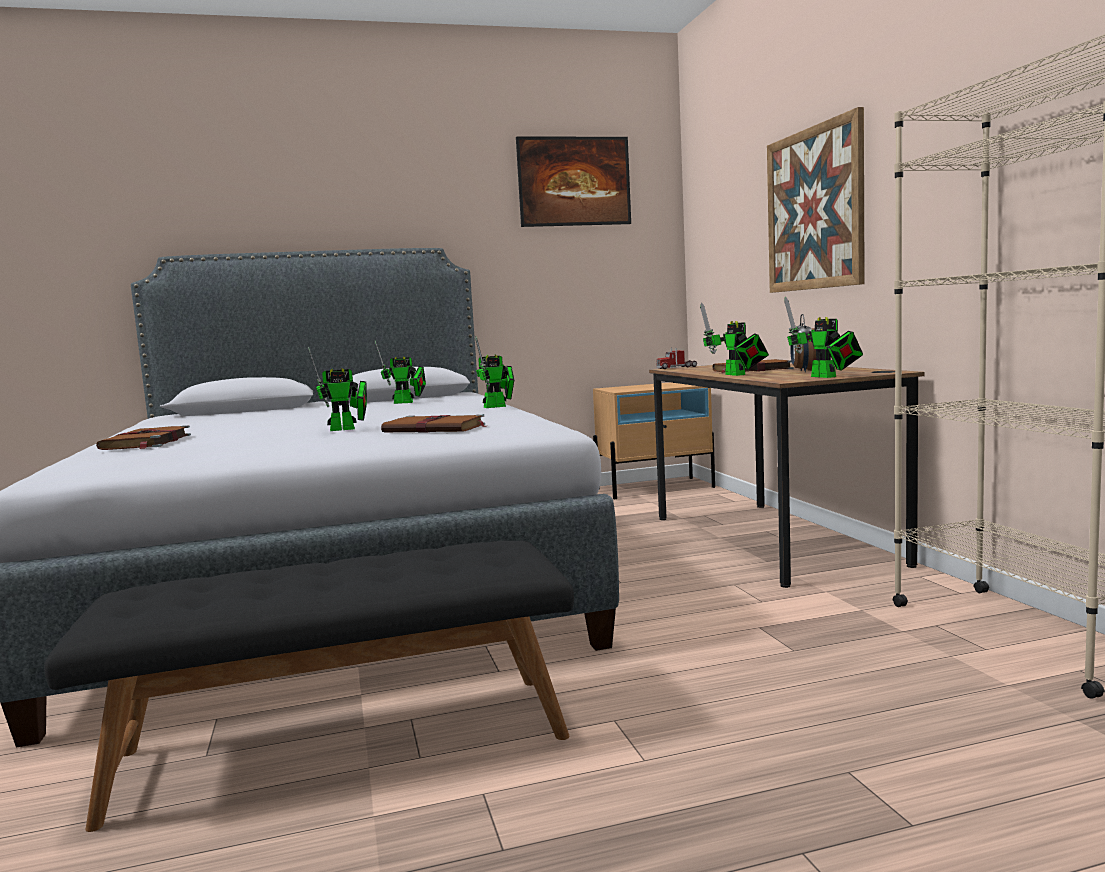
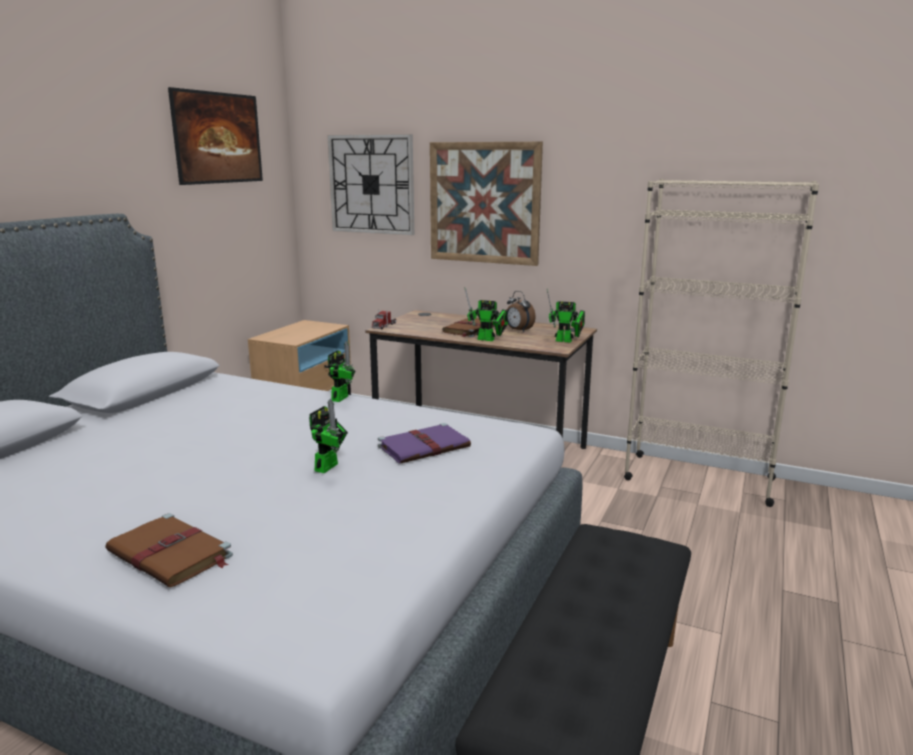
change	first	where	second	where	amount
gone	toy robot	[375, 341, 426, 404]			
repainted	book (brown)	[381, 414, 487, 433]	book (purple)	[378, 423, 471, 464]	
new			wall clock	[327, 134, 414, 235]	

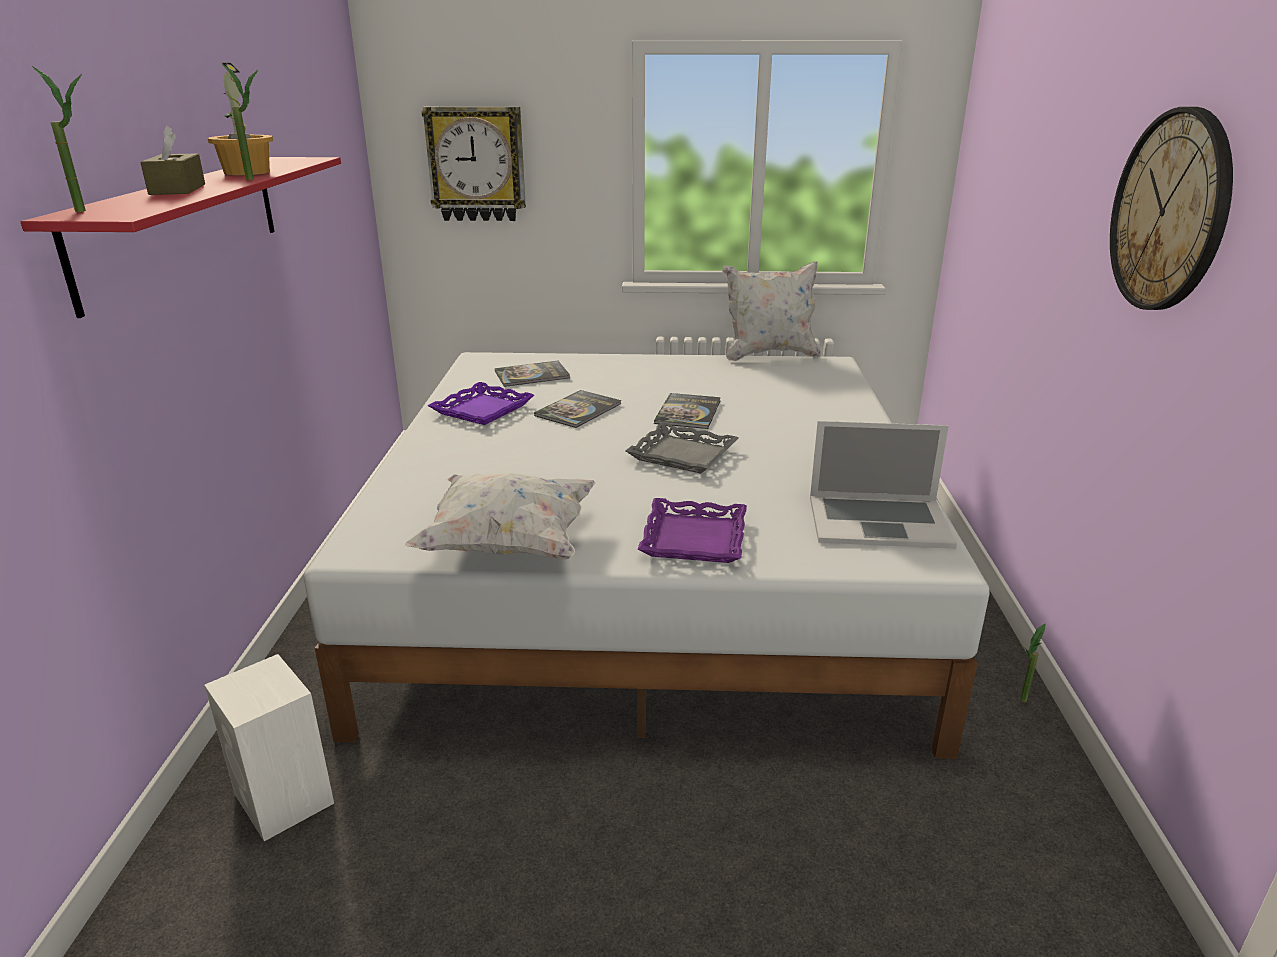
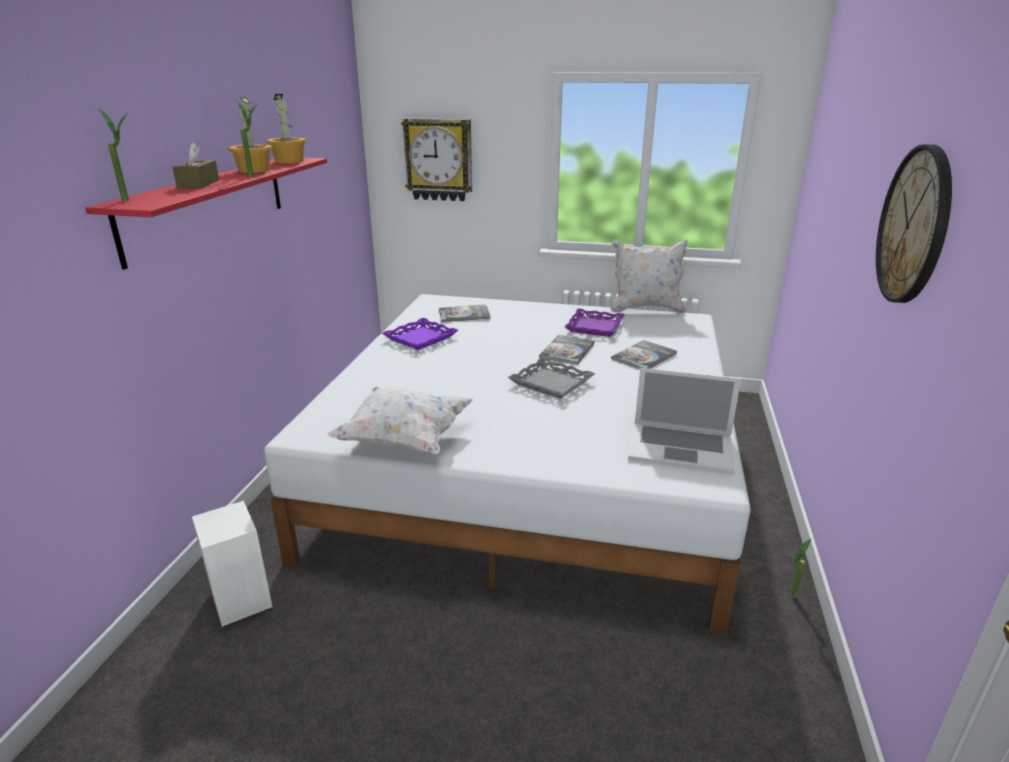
change	first	where	second	where	amount
shifted	book	[534, 390, 621, 428]		[611, 340, 677, 369]	
shifted	tray (purple)	[637, 498, 747, 563]		[565, 308, 625, 337]	
new			potted plant	[267, 94, 306, 163]	

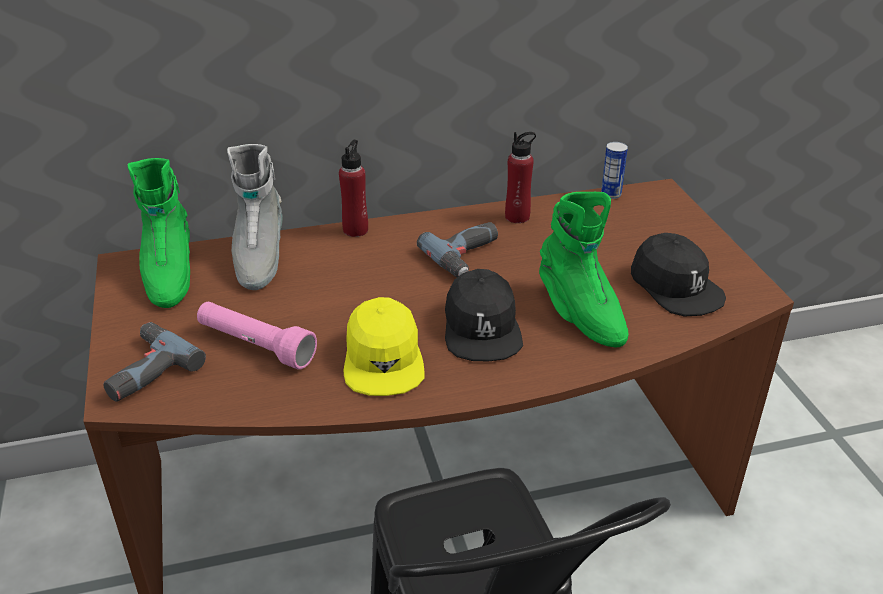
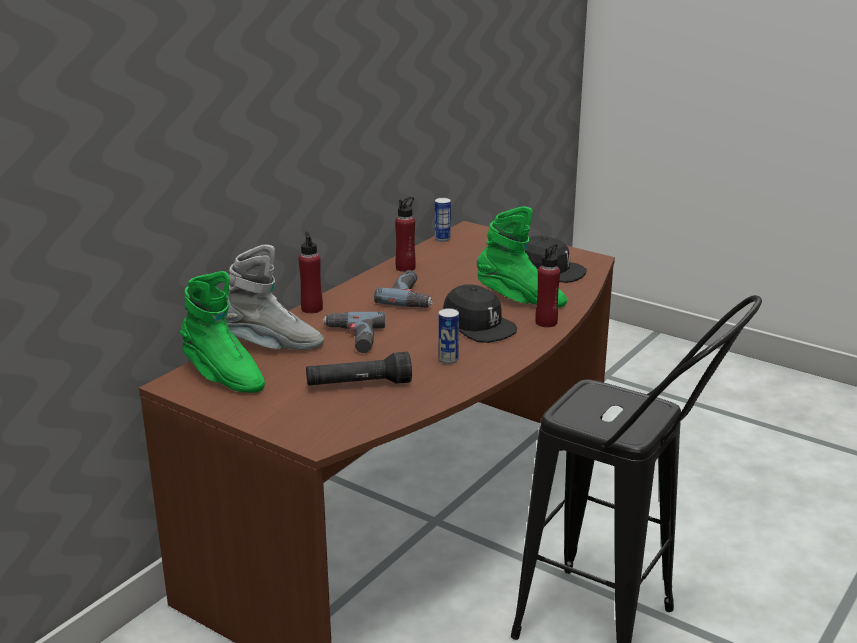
change	first	where	second	where	amount
shifted	power drill	[103, 322, 206, 402]		[323, 312, 385, 353]	
repainted	flashlight (pink)	[197, 302, 317, 370]	flashlight (black)	[306, 352, 412, 386]	
rotated	boot (grey)	[227, 144, 283, 290]		[225, 245, 324, 350]	45 degrees counterclockwise
swapped	cap (yellow)	[343, 297, 425, 396]	can	[438, 308, 459, 364]	
new			bottle (red)	[535, 244, 560, 327]	

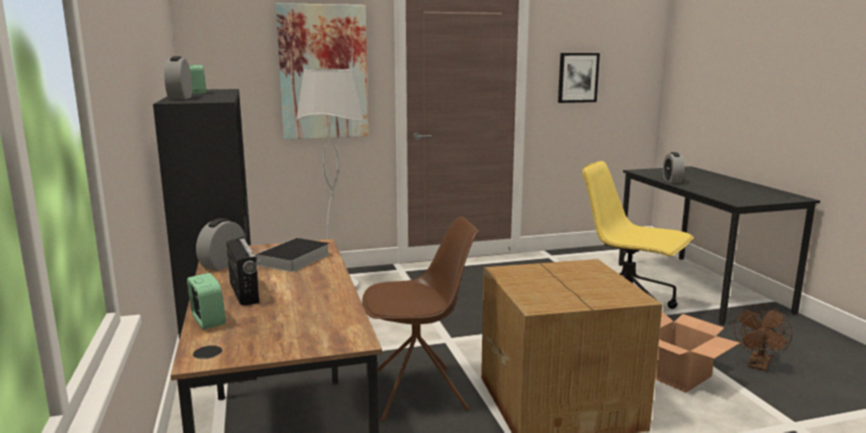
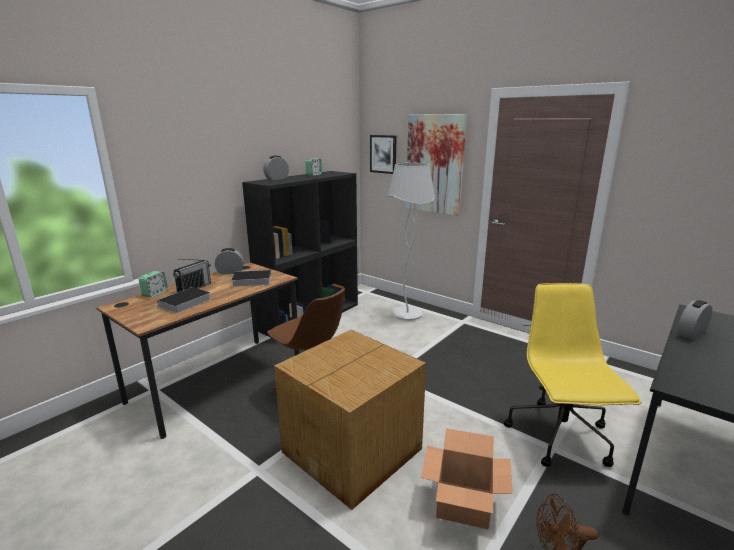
change	first	where	second	where	amount
shifted	picture	[558, 53, 600, 103]		[370, 135, 397, 174]	
new			book	[152, 287, 211, 313]	

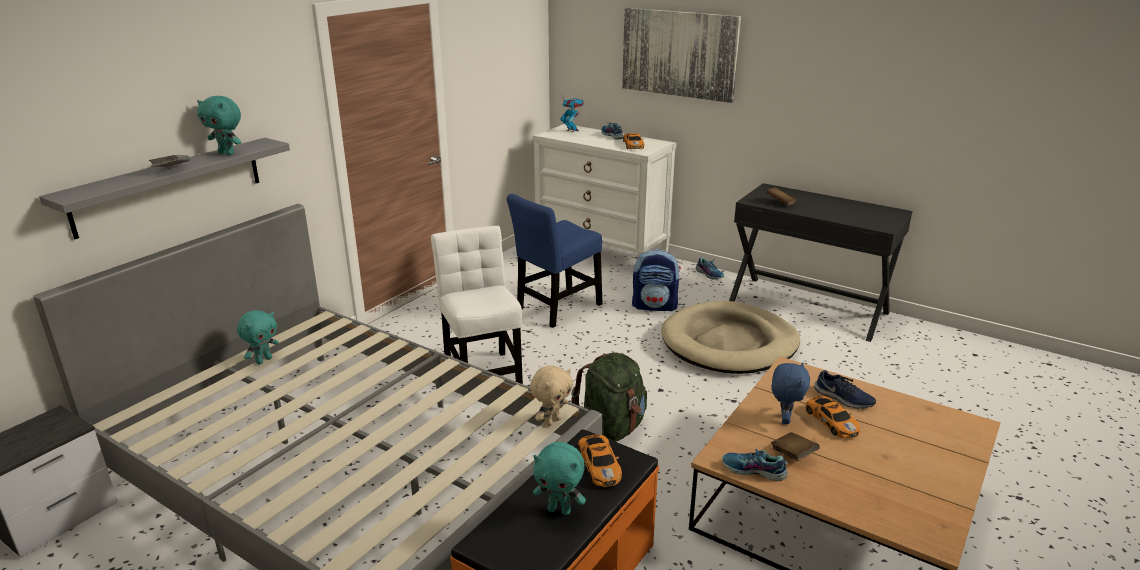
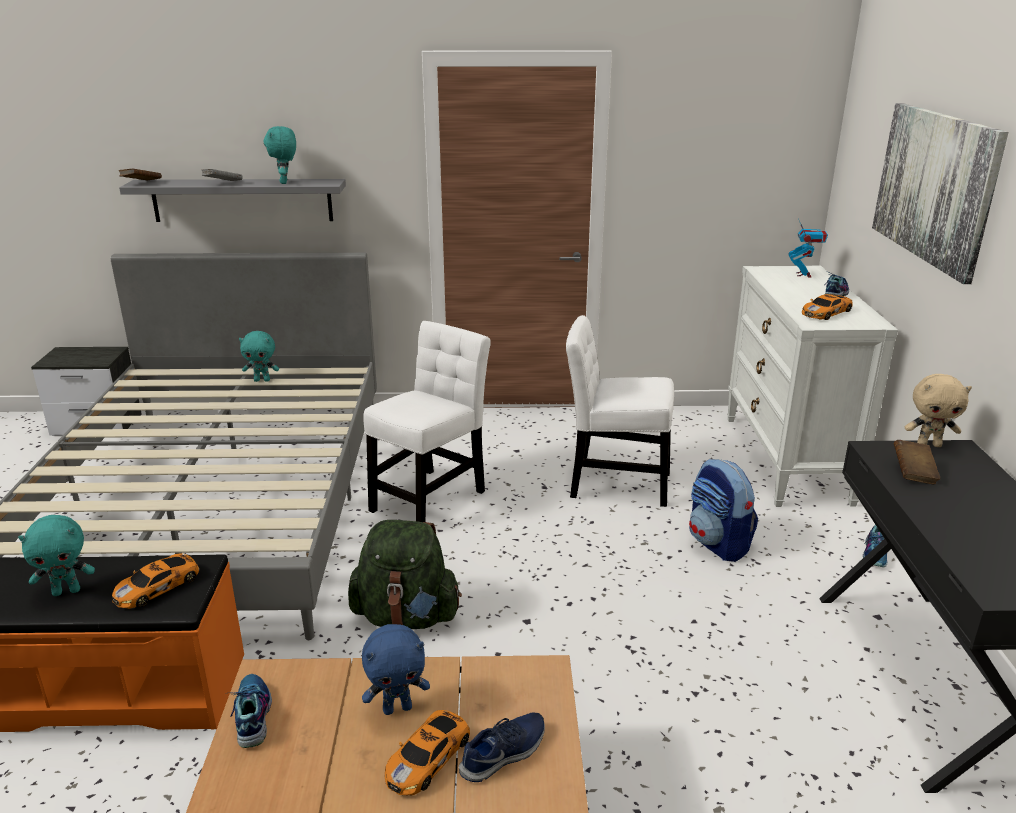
change	first	where	second	where	amount
repainted	chair (blue)	[507, 194, 603, 328]	chair (white)	[566, 315, 674, 507]	
shifted	plush toy (beige)	[530, 366, 573, 426]		[905, 374, 972, 447]	
rotated	plush toy (turquoise)	[533, 442, 586, 515]		[18, 515, 95, 596]	90 degrees counterclockwise
gone	dog bed (beige)	[661, 301, 800, 374]			
shifted	book (brown)	[771, 432, 820, 461]		[119, 169, 162, 180]	
rotated	shoe (blue)	[814, 370, 876, 409]		[459, 713, 545, 782]	135 degrees counterclockwise

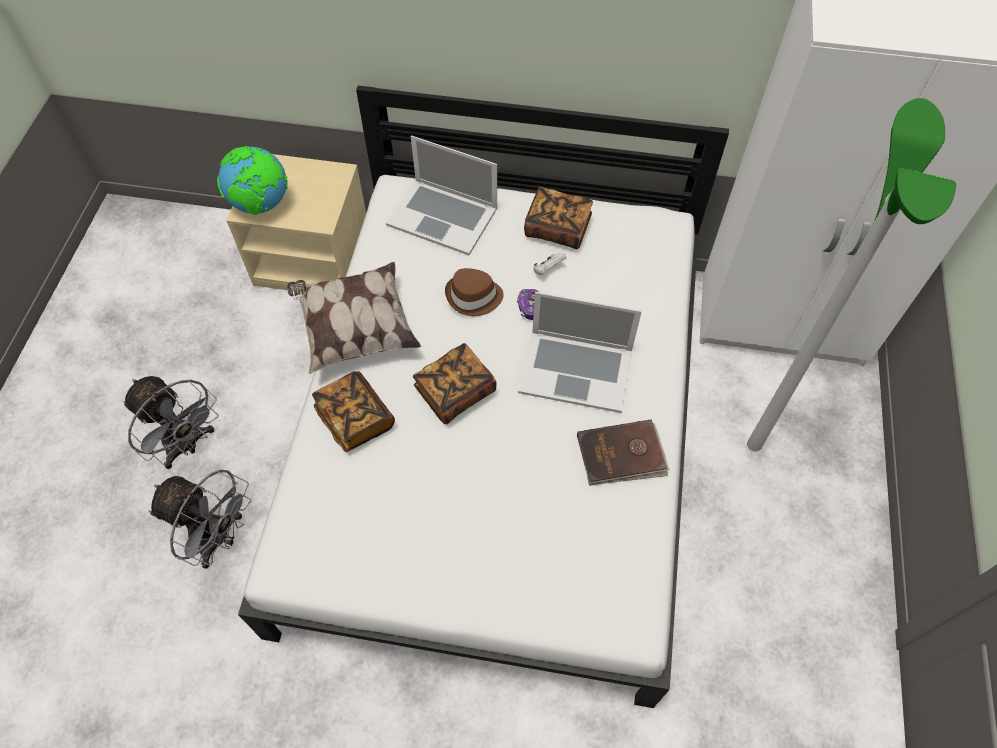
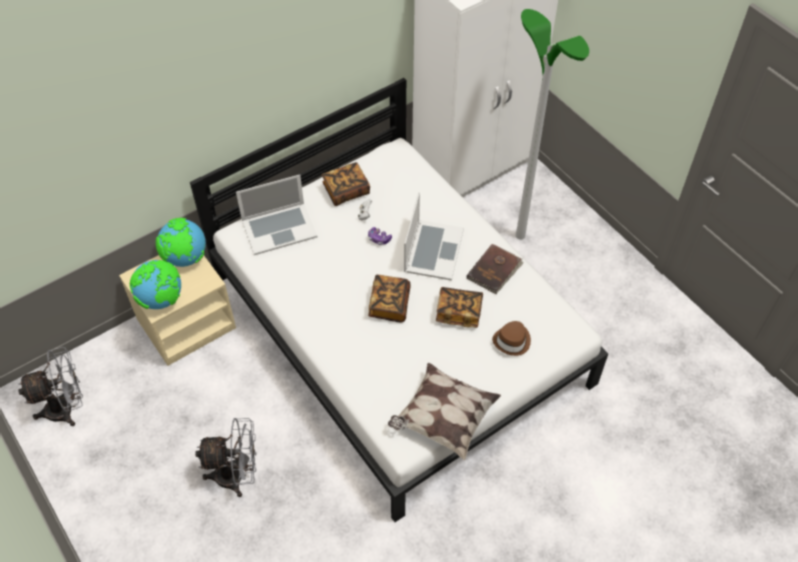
change	first	where	second	where	amount
shifted	fan (grey)	[149, 470, 252, 569]		[18, 347, 83, 426]	
shifted	pillow	[287, 262, 421, 374]		[388, 363, 501, 460]	
shifted	book	[312, 371, 395, 452]		[436, 287, 483, 328]	
shifted	hat (brown)	[445, 268, 504, 316]		[492, 321, 531, 356]	
rotated	laptop	[518, 292, 642, 413]		[404, 192, 464, 281]	45 degrees counterclockwise
new			globe	[156, 218, 206, 267]	

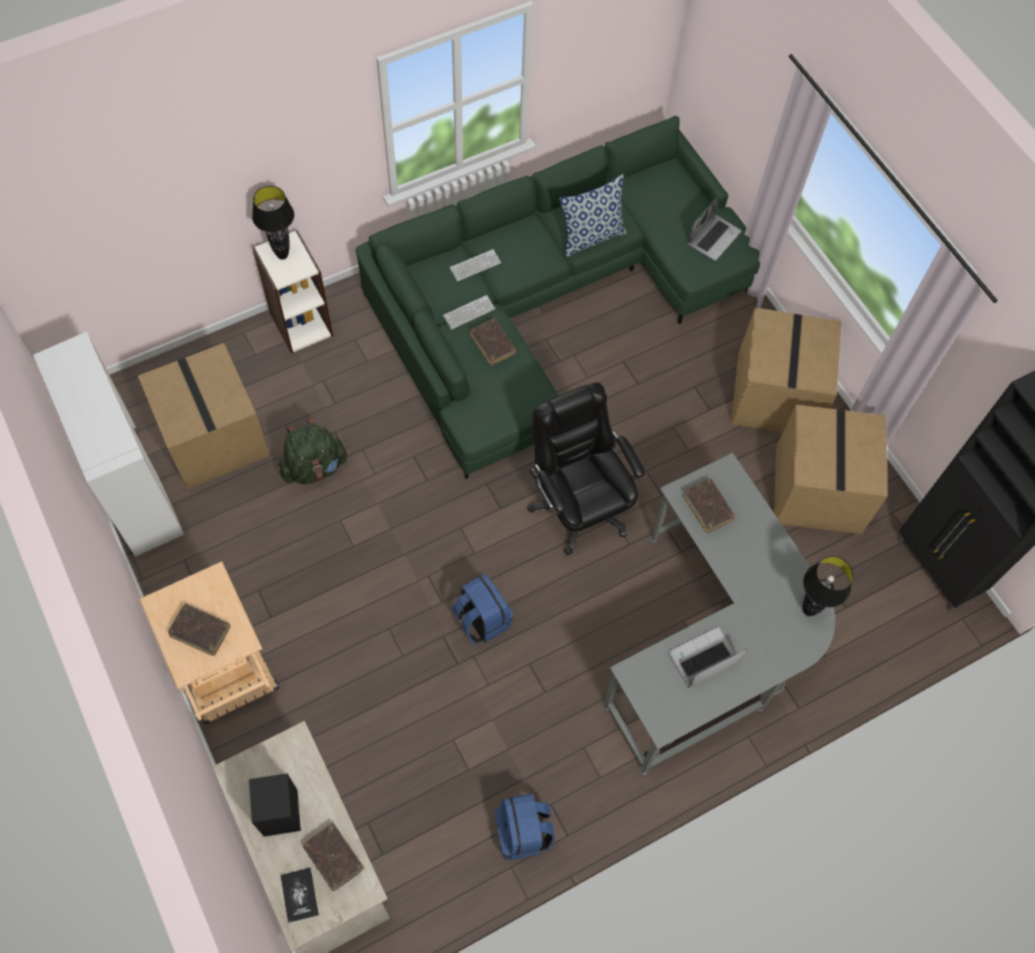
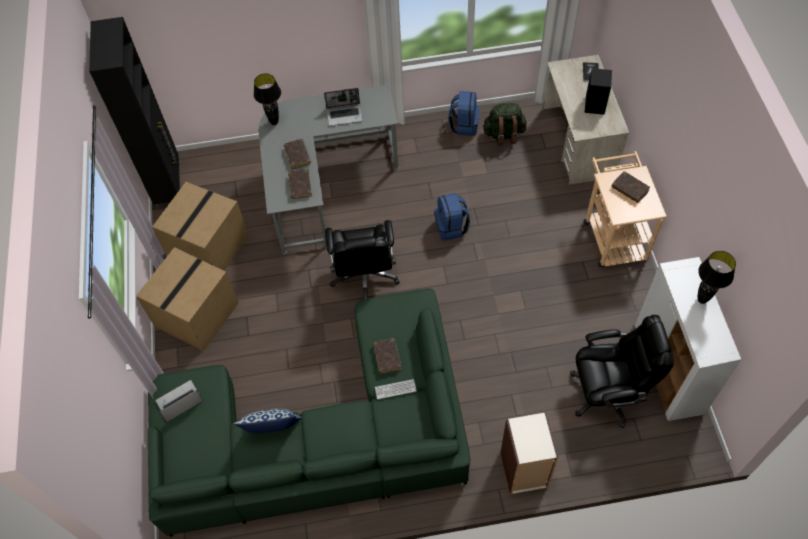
change	first	where	second	where	amount
swapped	cardboard box	[138, 343, 270, 489]	office chair (black)	[570, 315, 674, 428]	
shifted	table lamp (black)	[252, 186, 294, 260]		[698, 251, 736, 304]	
shifted	backpack (green)	[279, 417, 347, 484]		[482, 103, 527, 145]	
shifted	book (brown)	[303, 823, 364, 891]		[284, 139, 311, 170]	
gone	keyboard	[450, 249, 501, 281]			

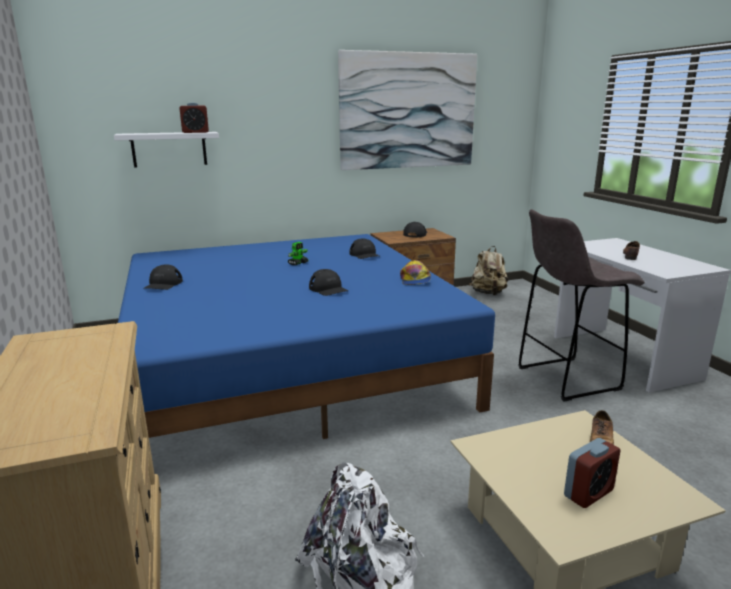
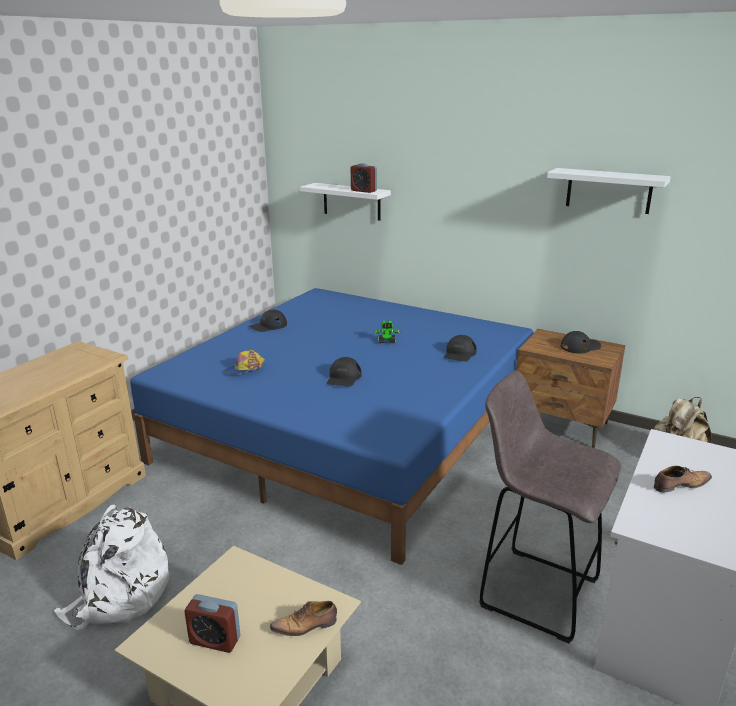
change	first	where	second	where	amount
swapped	picture	[338, 50, 477, 170]	shelf (white)	[547, 168, 671, 214]	
shifted	cap	[400, 260, 431, 285]		[224, 350, 265, 375]	

